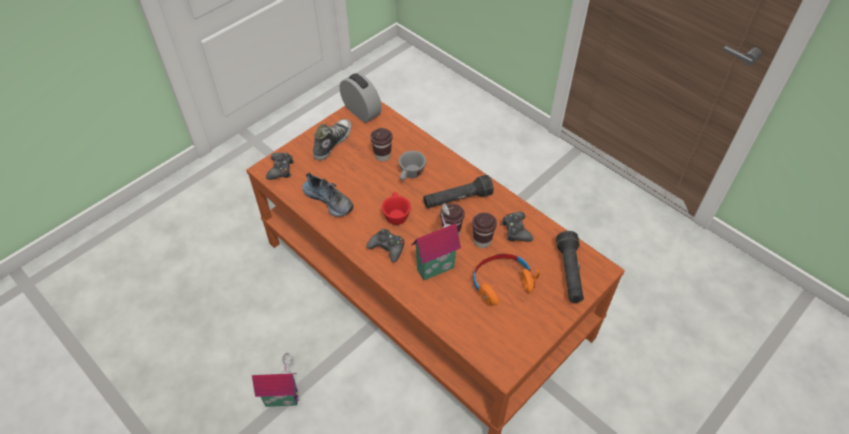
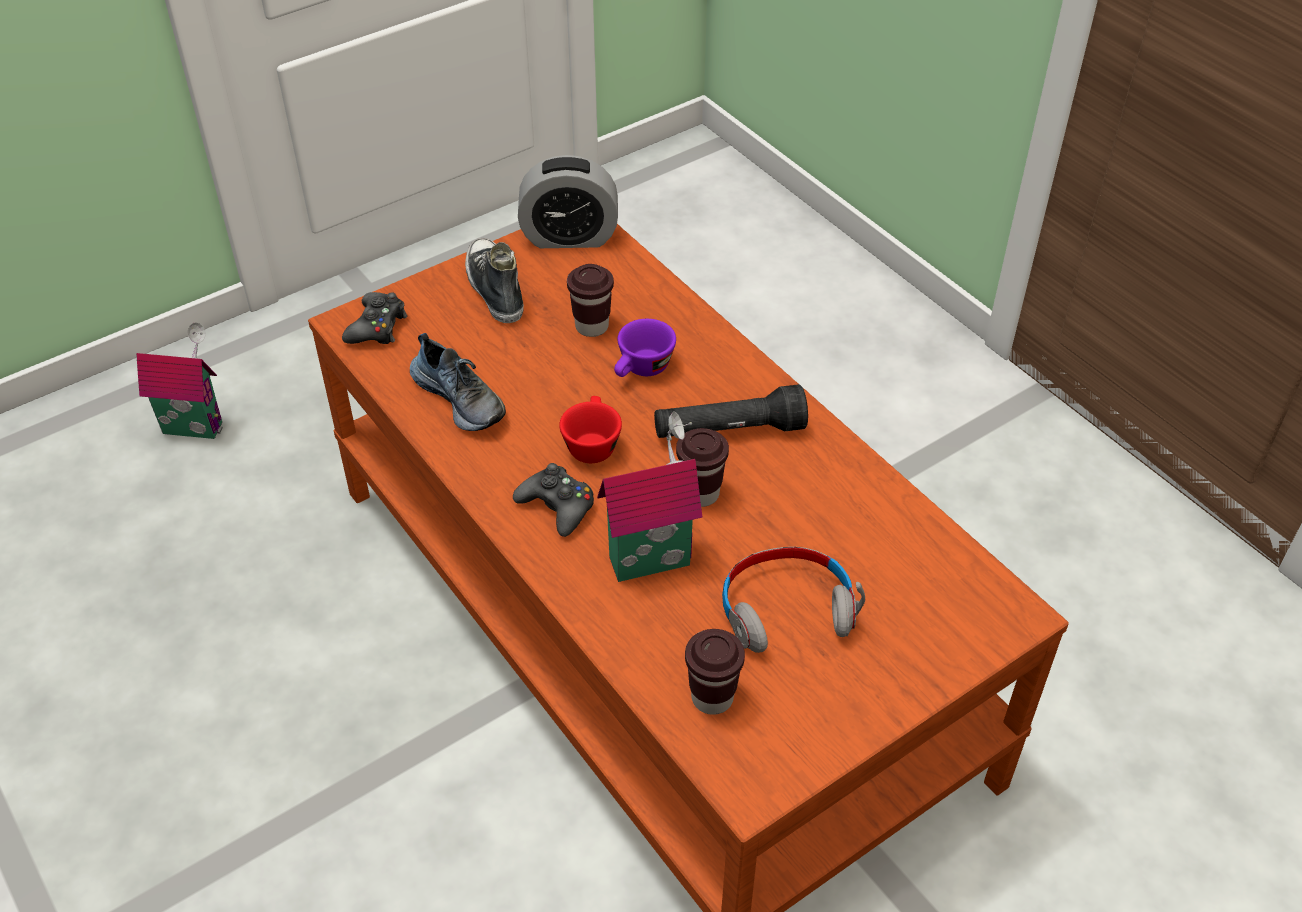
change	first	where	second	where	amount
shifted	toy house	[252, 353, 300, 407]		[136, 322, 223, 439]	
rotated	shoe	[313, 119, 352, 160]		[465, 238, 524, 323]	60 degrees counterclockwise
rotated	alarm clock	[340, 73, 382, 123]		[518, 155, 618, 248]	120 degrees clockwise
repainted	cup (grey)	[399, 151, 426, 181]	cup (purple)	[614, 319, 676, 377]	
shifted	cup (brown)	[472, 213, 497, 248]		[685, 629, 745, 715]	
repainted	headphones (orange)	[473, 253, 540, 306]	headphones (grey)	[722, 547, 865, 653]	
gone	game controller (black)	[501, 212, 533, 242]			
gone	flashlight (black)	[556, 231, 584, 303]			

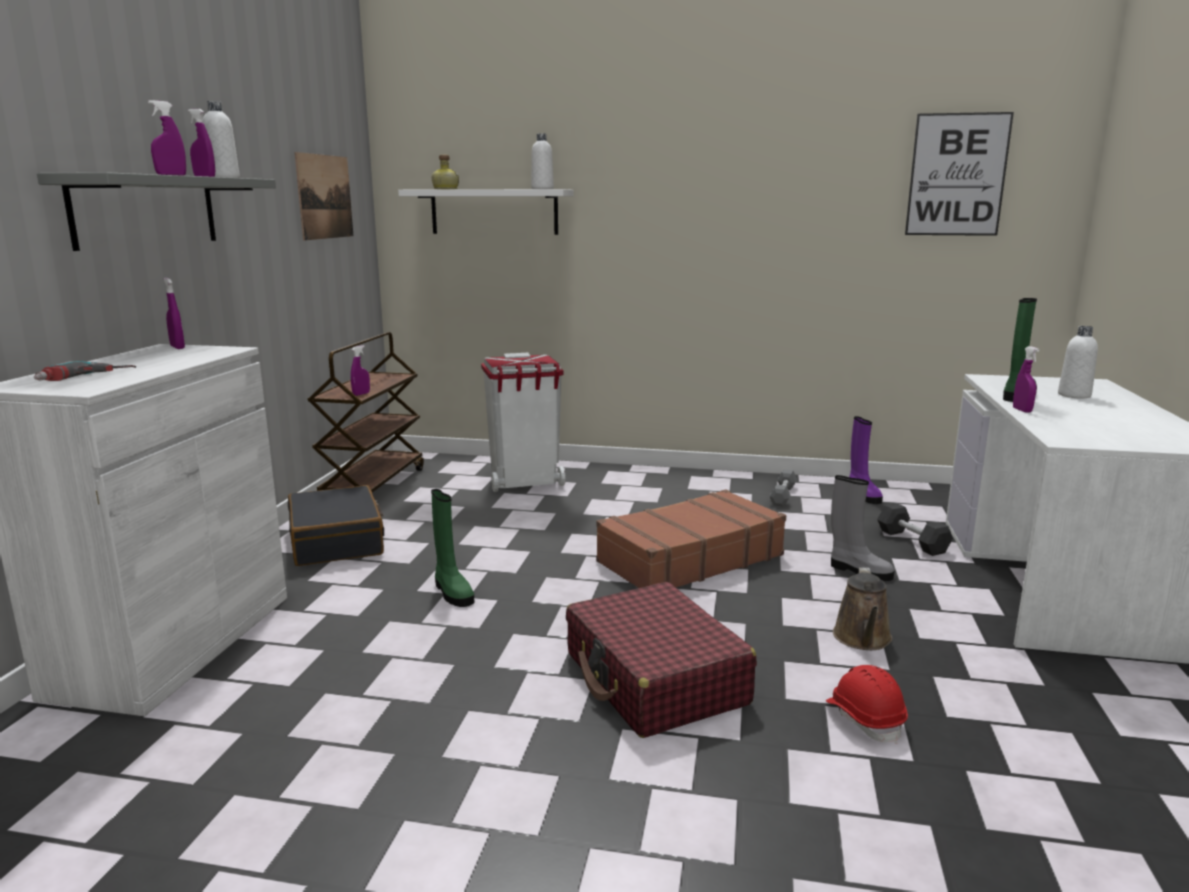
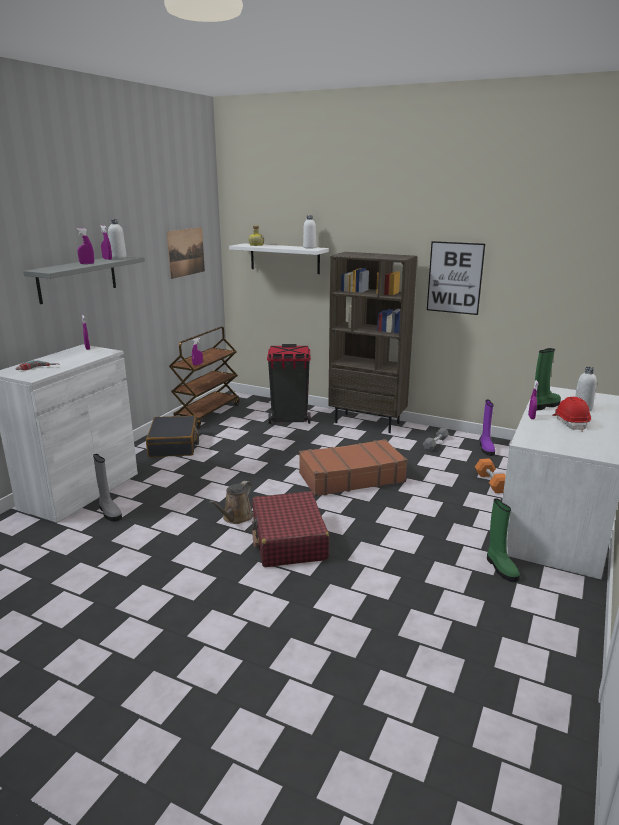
change	first	where	second	where	amount
shifted	boot (green)	[431, 489, 474, 607]		[487, 498, 520, 582]	
repainted	trash can (white)	[481, 353, 566, 492]	trash can (black)	[267, 344, 311, 424]	
shifted	hard hat (red)	[826, 665, 908, 744]		[552, 397, 591, 431]	
shifted	boot (grey)	[831, 475, 894, 581]		[93, 454, 122, 522]	
shifted	watering can (brown)	[833, 567, 892, 650]		[209, 481, 253, 524]	
repainted	dumbbell (black)	[877, 503, 953, 556]	dumbbell (orange)	[475, 458, 506, 493]	
shifted	picture	[905, 112, 1014, 236]		[427, 241, 485, 315]	
new			bookcase (brown)	[328, 252, 417, 433]	

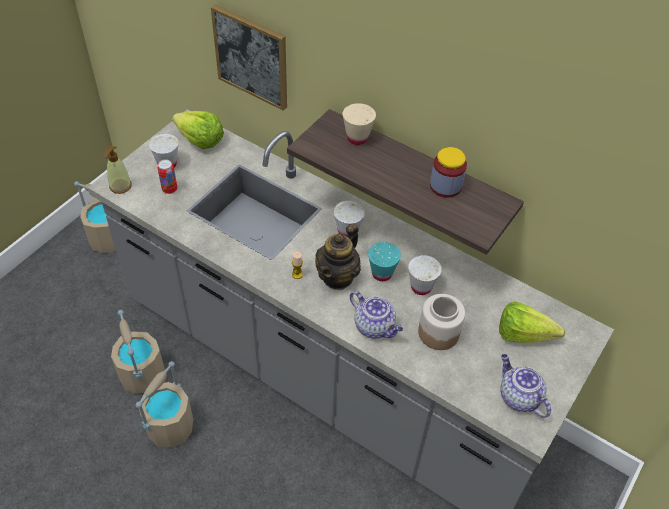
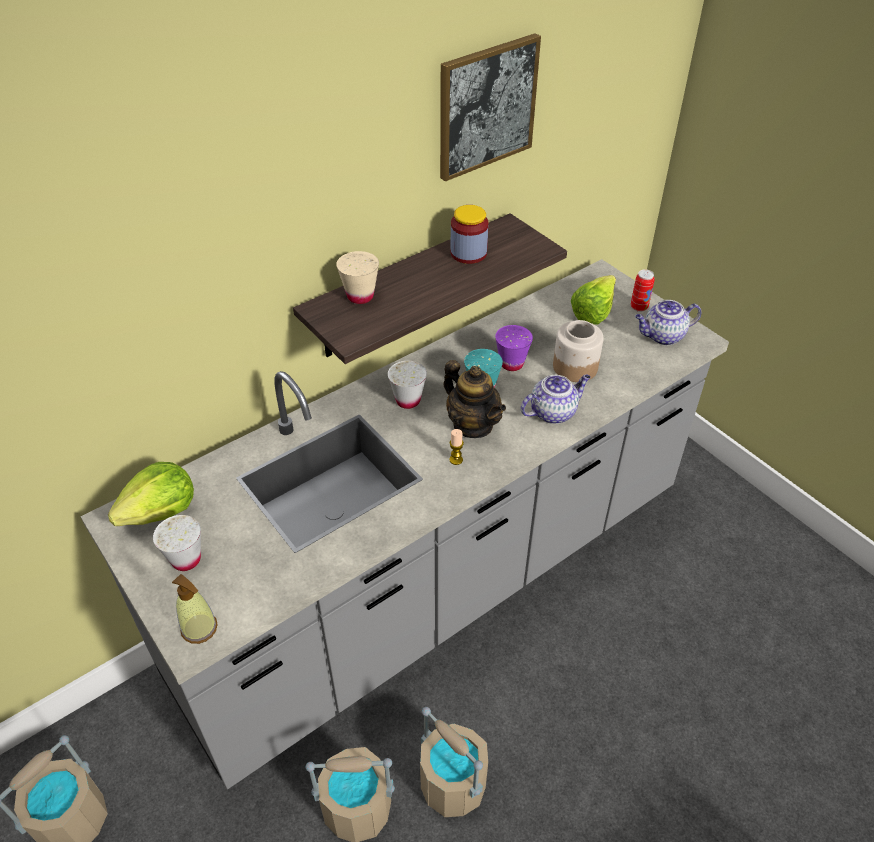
change	first	where	second	where	amount
shifted	can	[158, 159, 177, 194]		[631, 269, 655, 312]	
shifted	picture	[211, 5, 287, 111]		[440, 33, 541, 181]	
repainted	cup (white)	[408, 255, 442, 295]	cup (purple)	[495, 325, 533, 371]	

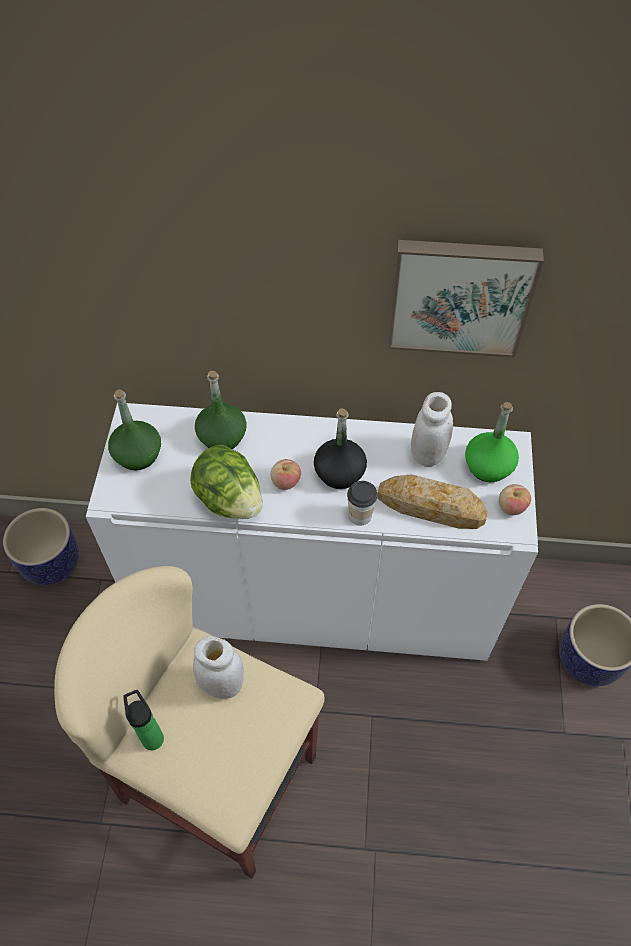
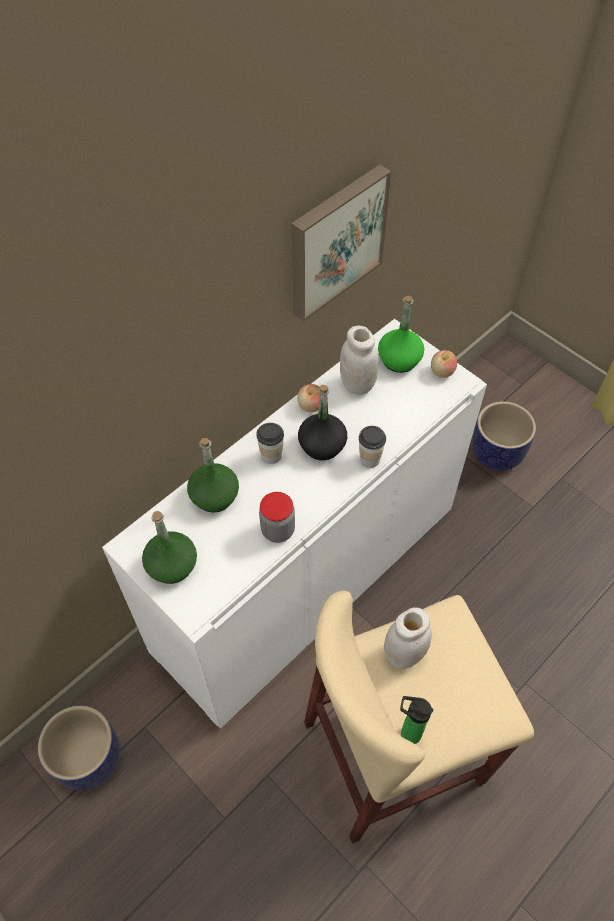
change	first	where	second	where	amount
swapped	lettuce	[190, 445, 263, 519]	jar	[259, 492, 295, 543]	
shifted	apple	[271, 459, 301, 490]		[297, 384, 320, 412]	
gone	bread	[377, 475, 488, 529]			
new			cup	[256, 423, 284, 464]	

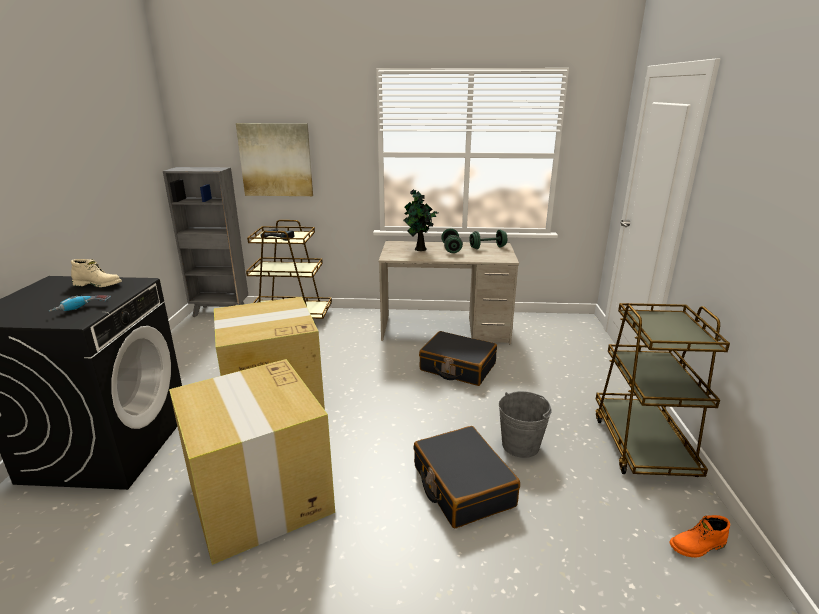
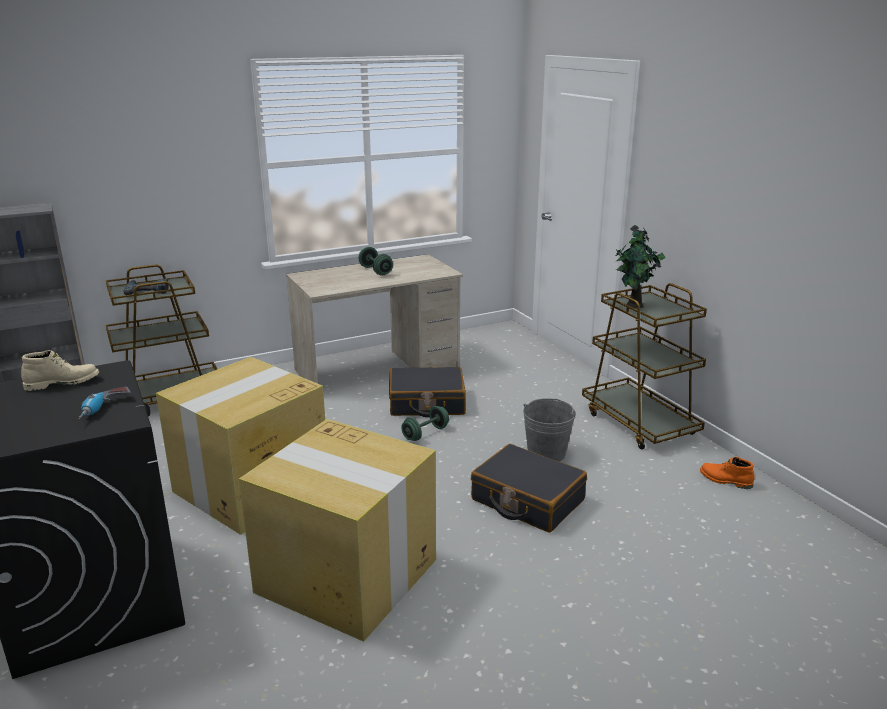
change	first	where	second	where	amount
gone	picture	[236, 123, 313, 196]			
shifted	potted plant	[403, 189, 438, 251]		[615, 225, 666, 309]	
shifted	dumbbell (green)	[470, 230, 507, 249]		[401, 406, 449, 441]	
rotated	boot (orange)	[669, 515, 730, 558]		[700, 457, 755, 489]	75 degrees clockwise

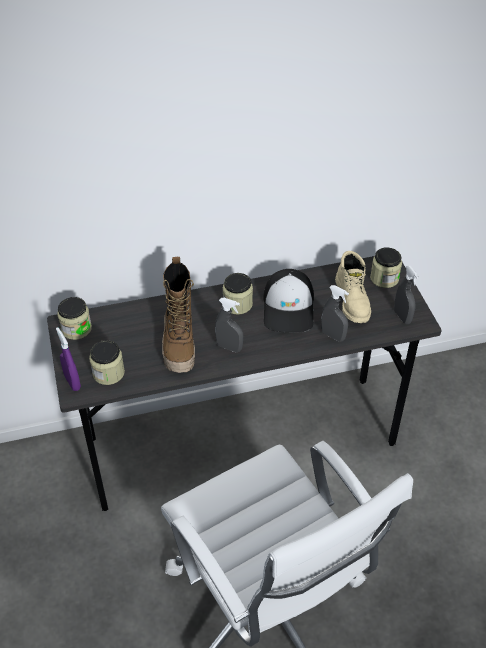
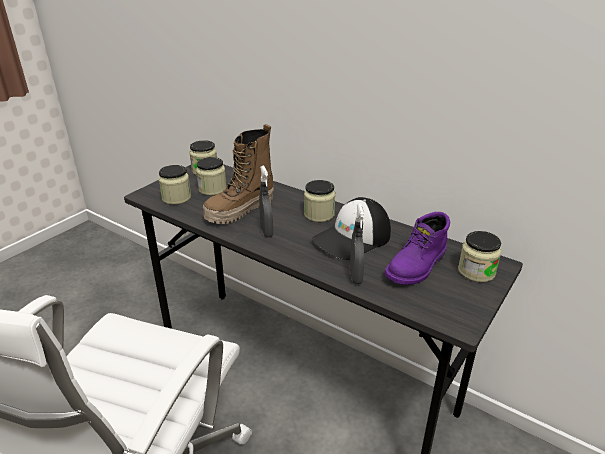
change	first	where	second	where	amount
gone	spray bottle (purple)	[56, 327, 81, 391]			
repainted	boot (beige)	[335, 251, 371, 323]	boot (purple)	[385, 212, 450, 285]	
gone	spray bottle (grey)	[394, 265, 419, 324]			
new			jar	[196, 157, 227, 196]	

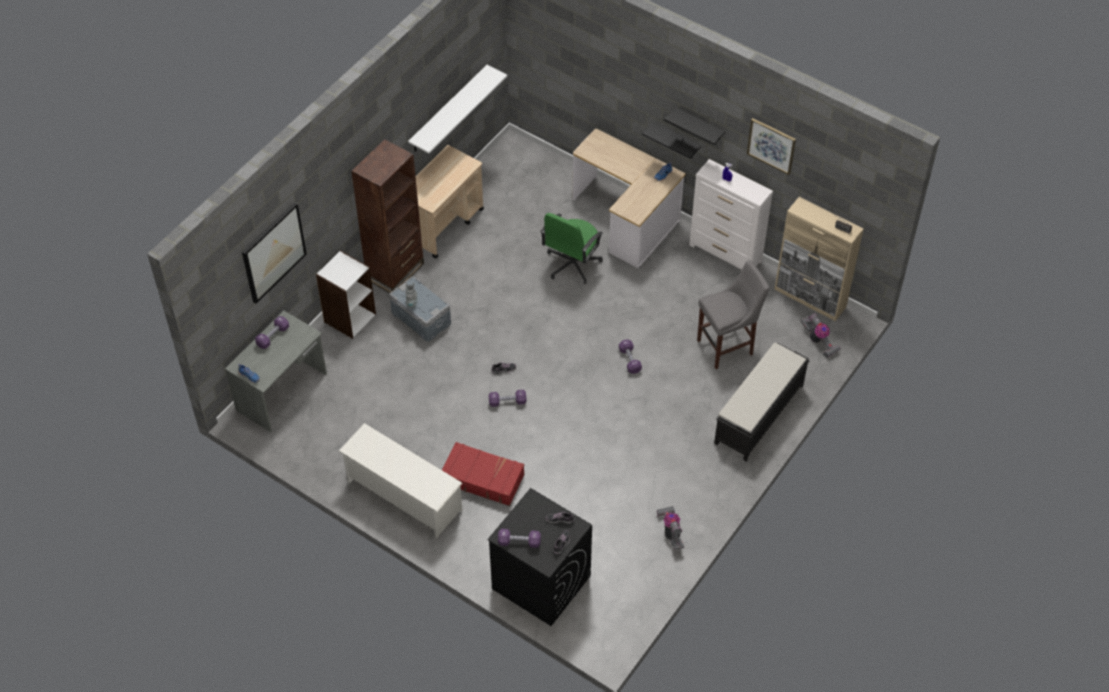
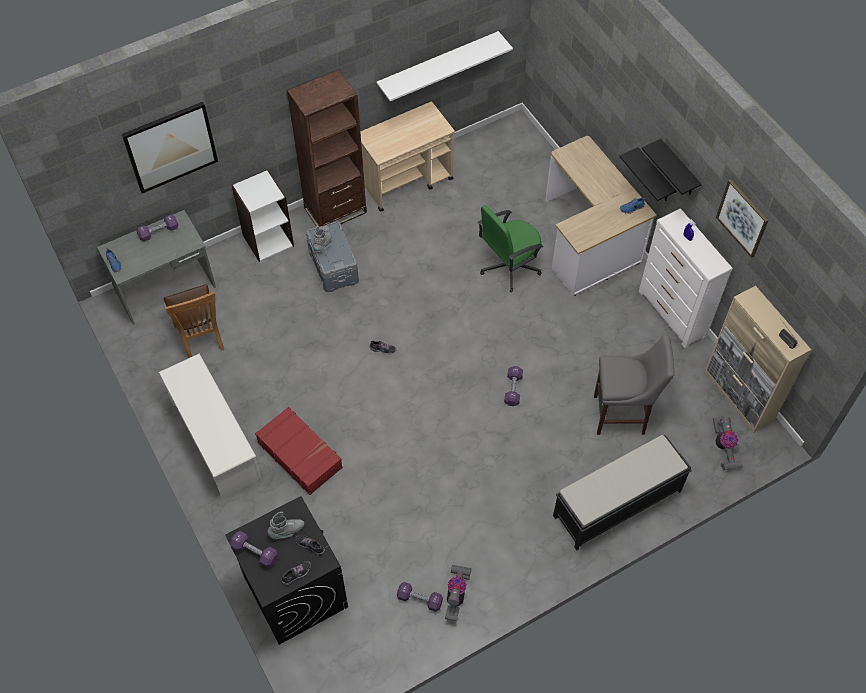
change	first	where	second	where	amount
shifted	dumbbell (purple)	[489, 390, 527, 407]		[397, 582, 443, 612]	
new			chair (brown)	[163, 284, 224, 358]	
new			boot (grey)	[267, 512, 304, 540]	

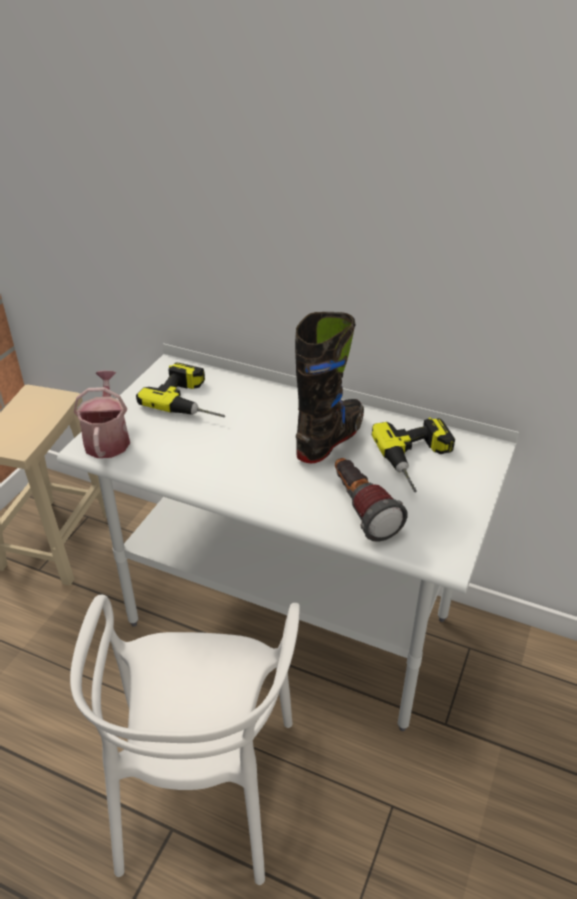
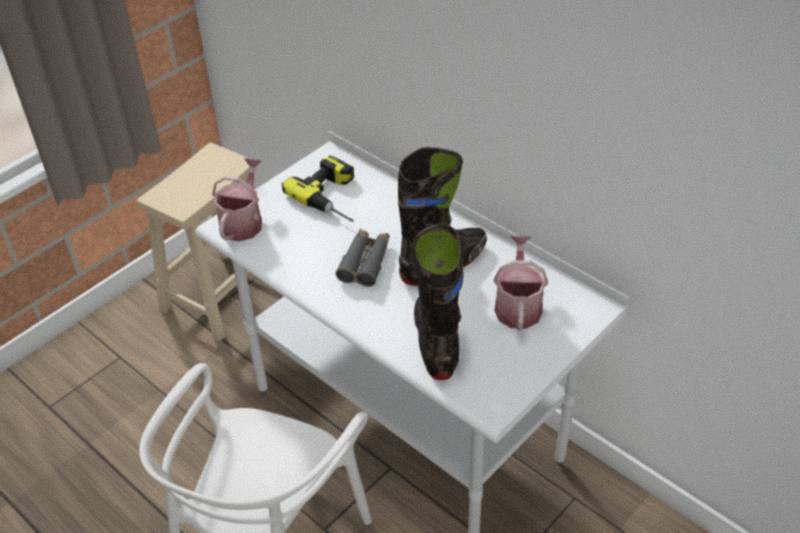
change	first	where	second	where	amount
swapped	flashlight	[335, 458, 408, 542]	boot (black)	[413, 223, 463, 380]	
swapped	power drill	[372, 417, 455, 493]	watering can	[494, 235, 548, 331]	
new			binoculars (grey)	[335, 229, 390, 287]	

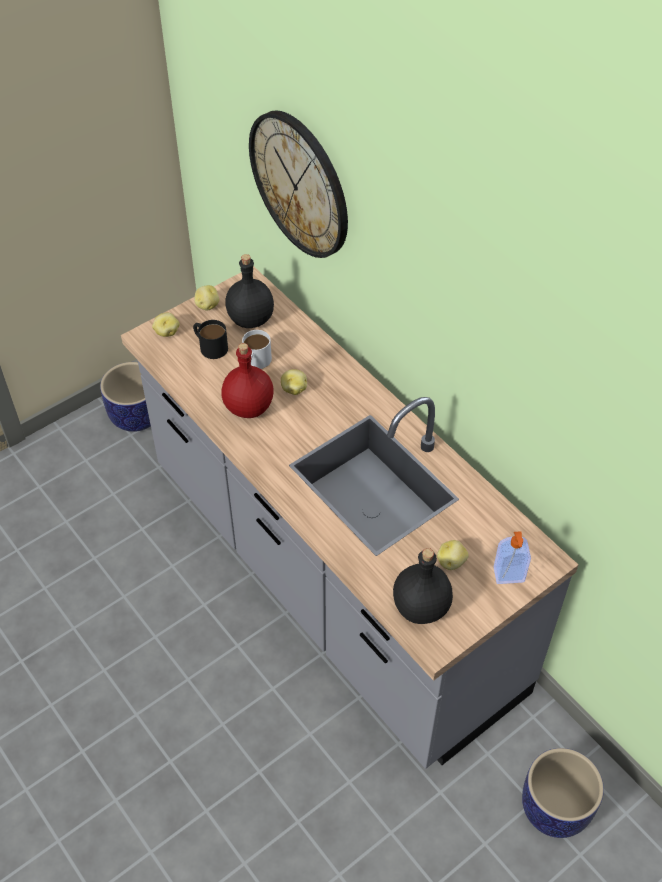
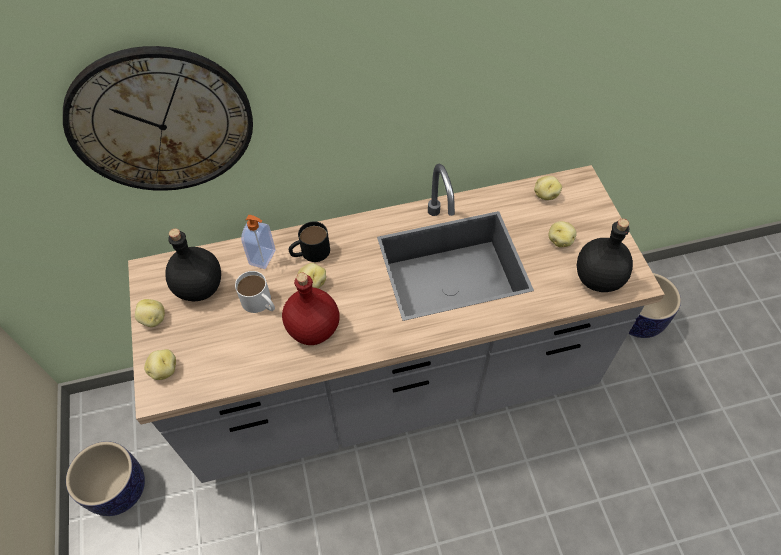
change	first	where	second	where	amount
shifted	mug (black)	[193, 320, 228, 359]		[288, 221, 330, 262]	
shifted	soap dispenser	[494, 531, 531, 584]		[241, 215, 276, 269]	
new			potato	[534, 176, 562, 200]	

